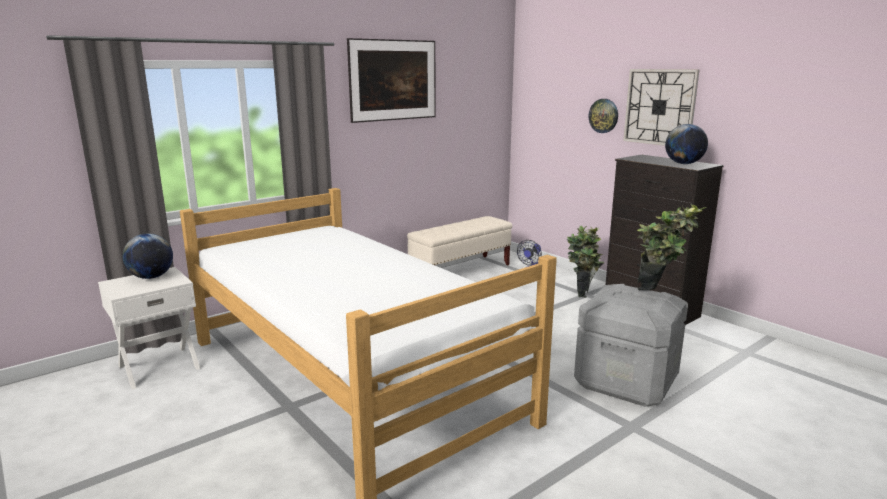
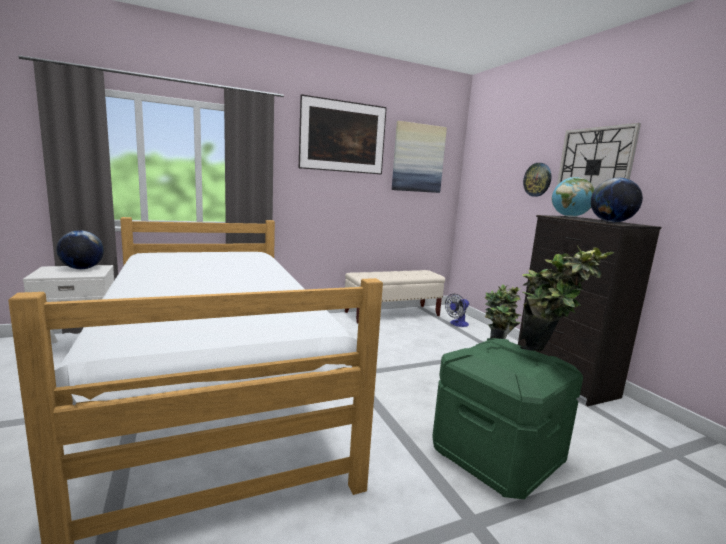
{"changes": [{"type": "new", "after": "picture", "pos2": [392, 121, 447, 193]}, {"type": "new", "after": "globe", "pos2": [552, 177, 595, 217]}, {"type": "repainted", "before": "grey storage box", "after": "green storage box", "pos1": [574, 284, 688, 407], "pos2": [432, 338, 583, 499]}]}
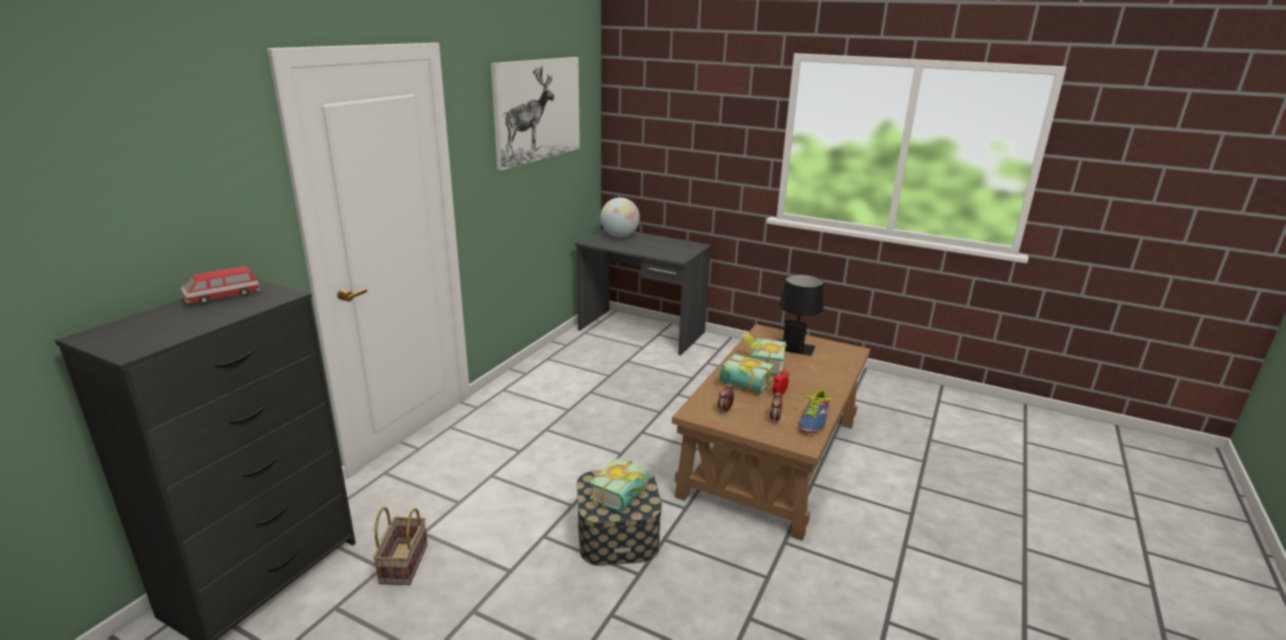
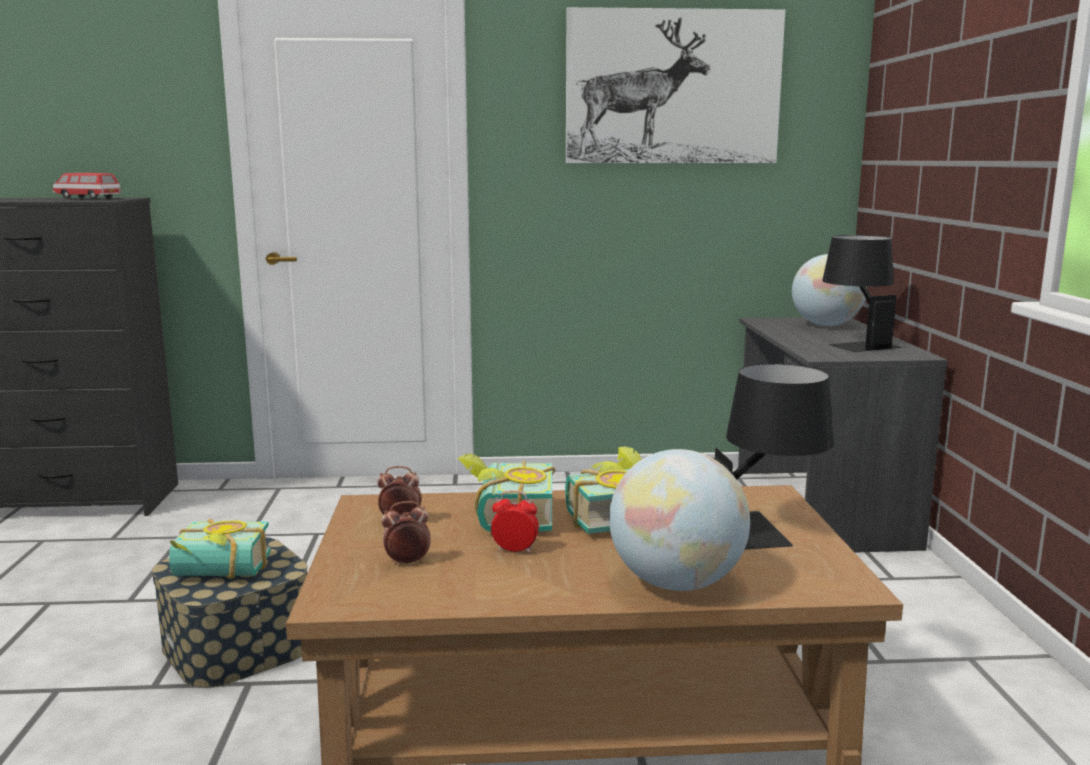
{"changes": [{"type": "gone", "before": "basket", "pos1": [373, 507, 428, 585]}, {"type": "gone", "before": "shoe", "pos1": [798, 388, 833, 433]}, {"type": "new", "after": "globe", "pos2": [609, 449, 750, 591]}, {"type": "new", "after": "black table lamp", "pos2": [822, 235, 901, 352]}]}
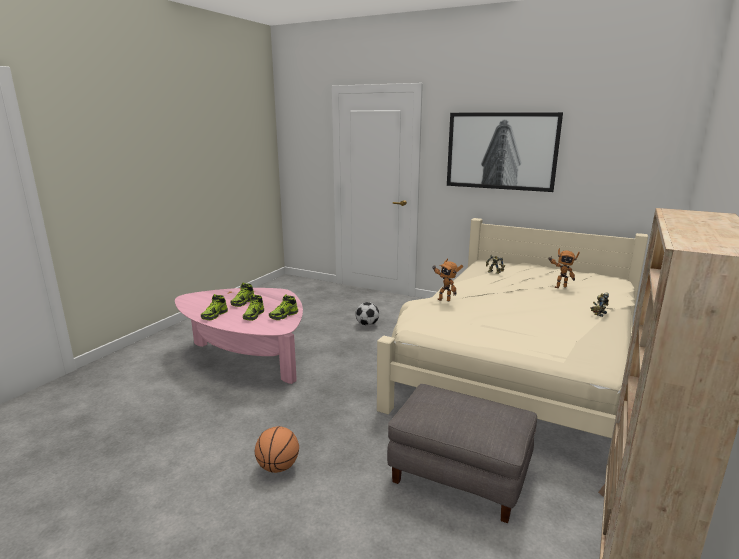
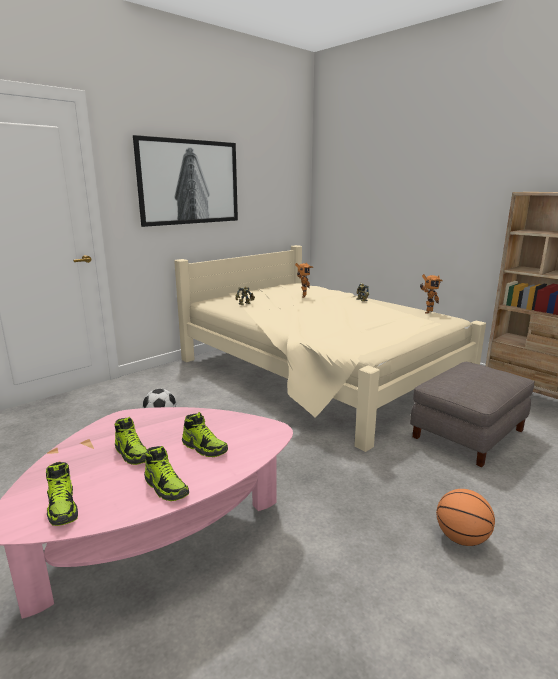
{"changes": [{"type": "shifted", "before": "shoe", "pos1": [269, 294, 298, 320], "pos2": [46, 462, 78, 526]}, {"type": "shifted", "before": "toy robot", "pos1": [432, 258, 463, 302], "pos2": [420, 274, 443, 314]}]}
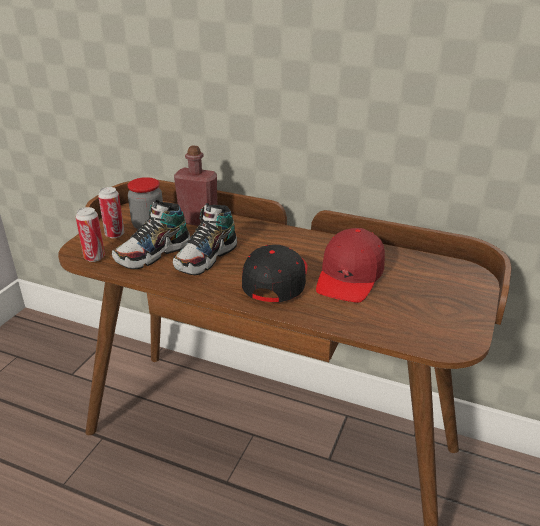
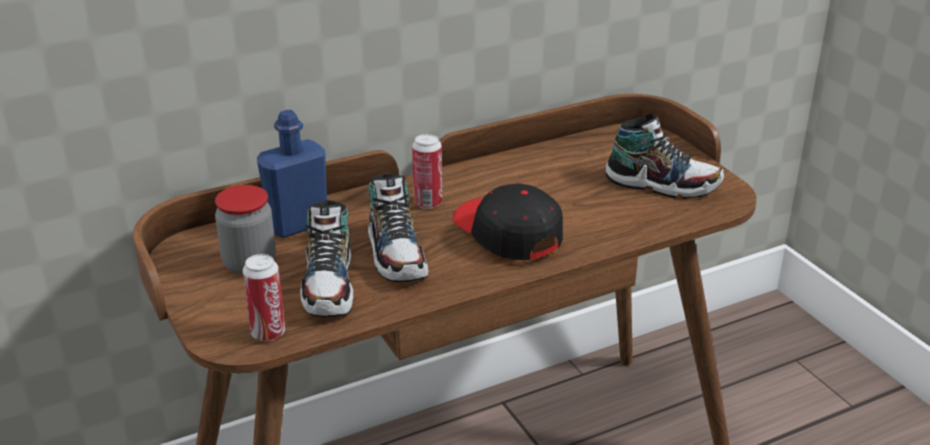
{"changes": [{"type": "gone", "before": "red cap", "pos1": [316, 228, 385, 303]}, {"type": "new", "after": "shoe", "pos2": [606, 113, 724, 199]}, {"type": "shifted", "before": "can", "pos1": [98, 187, 125, 238], "pos2": [412, 134, 442, 209]}, {"type": "repainted", "before": "red bottle", "after": "blue bottle", "pos1": [174, 145, 218, 226], "pos2": [257, 110, 327, 238]}]}
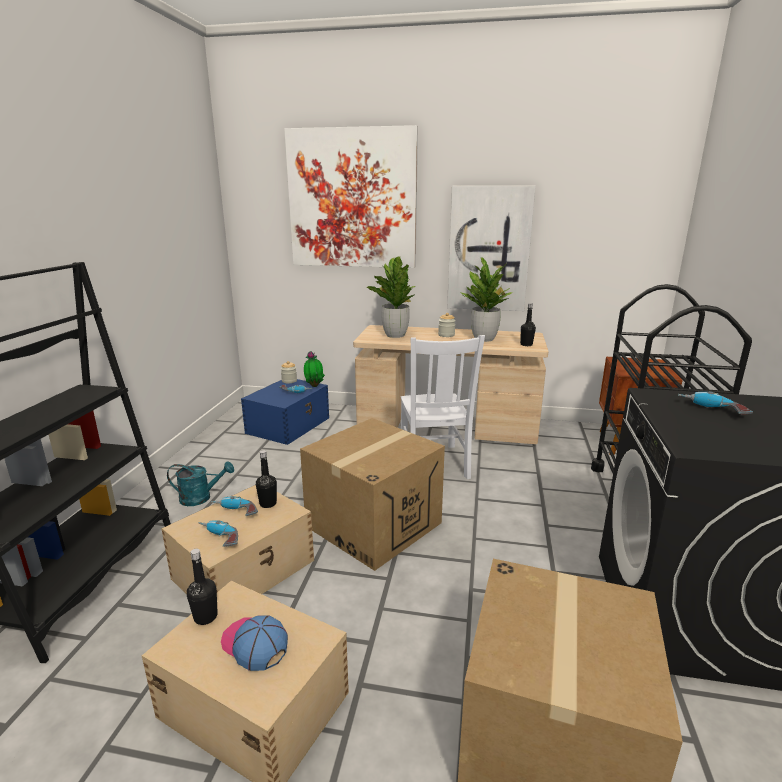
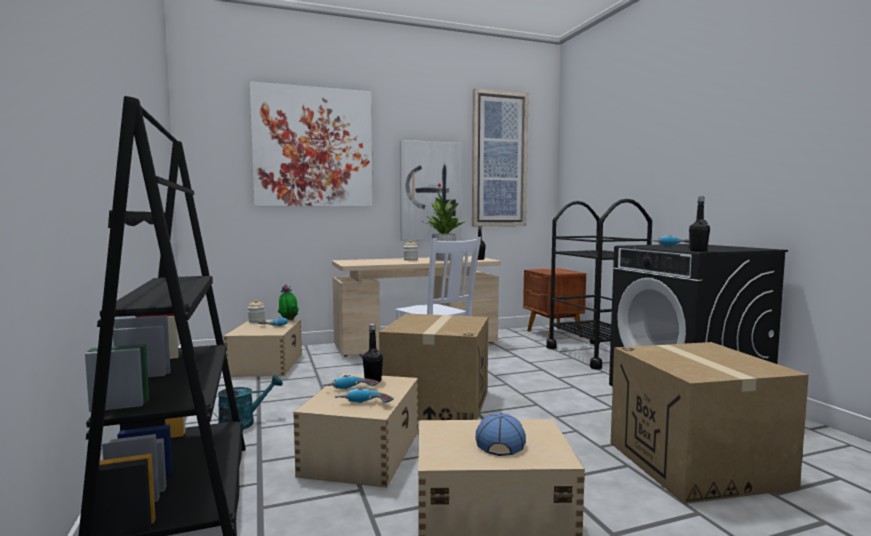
{"changes": [{"type": "gone", "before": "potted plant", "pos1": [367, 257, 415, 338]}, {"type": "new", "after": "picture", "pos2": [472, 88, 529, 226]}, {"type": "shifted", "before": "black bottle", "pos1": [187, 549, 218, 625], "pos2": [689, 197, 710, 252]}, {"type": "repainted", "before": "blue storage box", "after": "beige storage box", "pos1": [241, 379, 329, 445], "pos2": [223, 319, 302, 377]}, {"type": "rotated", "before": "cap", "pos1": [221, 615, 288, 671], "pos2": [476, 413, 526, 456], "turn": 90}]}
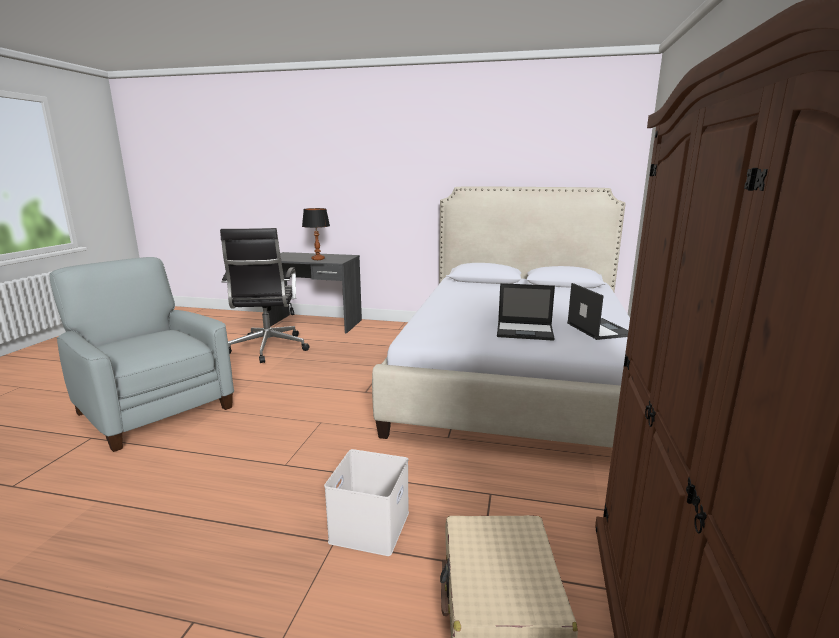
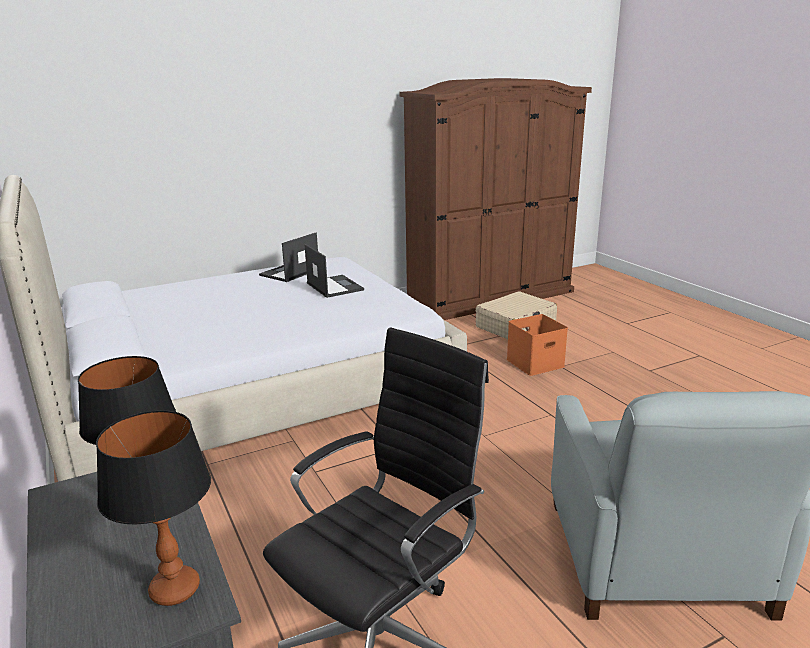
{"changes": [{"type": "new", "after": "table lamp", "pos2": [96, 410, 211, 606]}, {"type": "repainted", "before": "white storage box", "after": "orange storage box", "pos1": [324, 449, 409, 556], "pos2": [507, 314, 568, 376]}]}
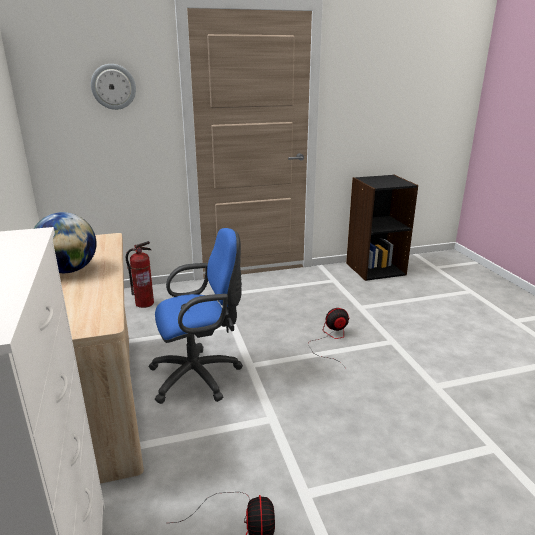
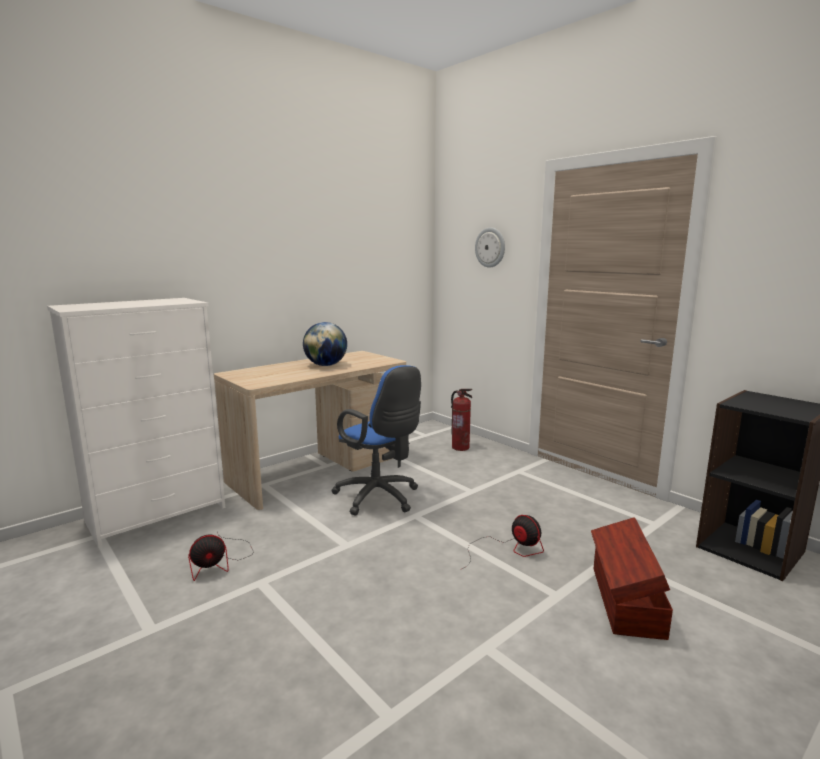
{"changes": [{"type": "new", "after": "brown storage box", "pos2": [591, 517, 673, 640]}]}
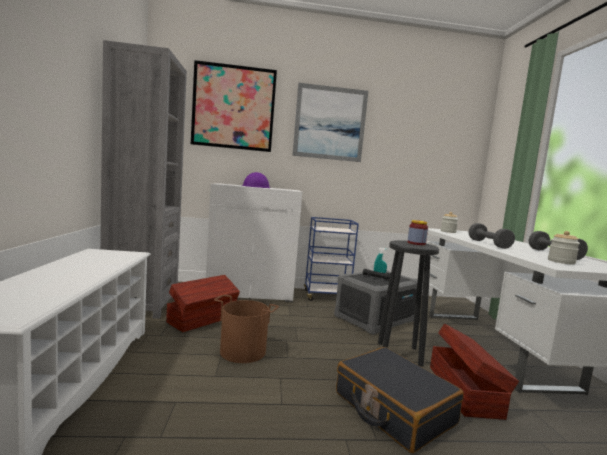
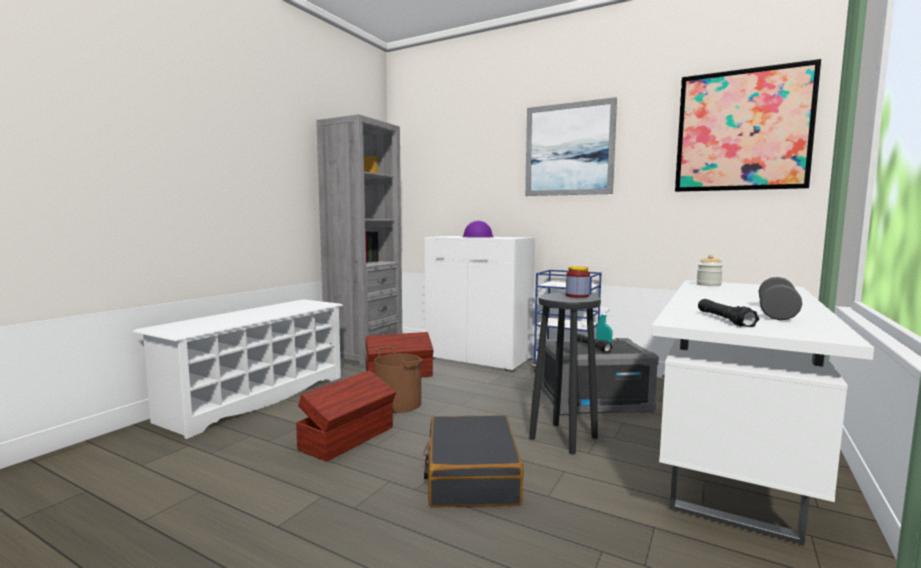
{"changes": [{"type": "gone", "before": "grey dumbbell", "pos1": [469, 223, 515, 249]}, {"type": "shifted", "before": "picture", "pos1": [191, 60, 277, 152], "pos2": [675, 59, 821, 192]}, {"type": "shifted", "before": "brown storage box", "pos1": [430, 323, 519, 420], "pos2": [296, 370, 396, 462]}, {"type": "swapped", "before": "jar", "after": "black flashlight", "pos1": [548, 231, 580, 265], "pos2": [698, 299, 759, 327]}]}
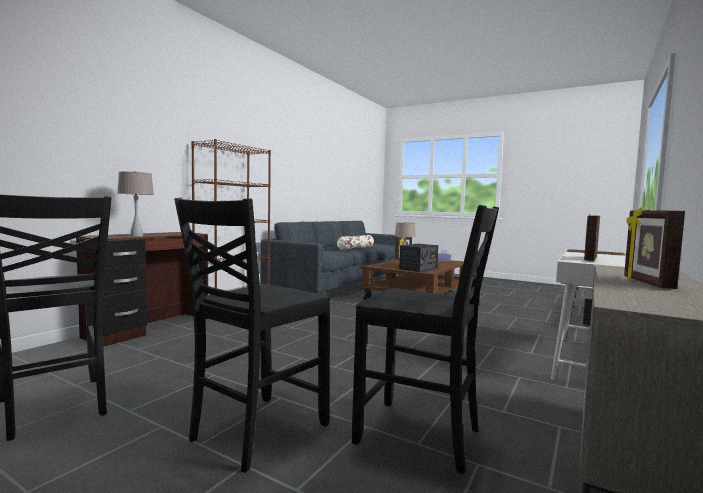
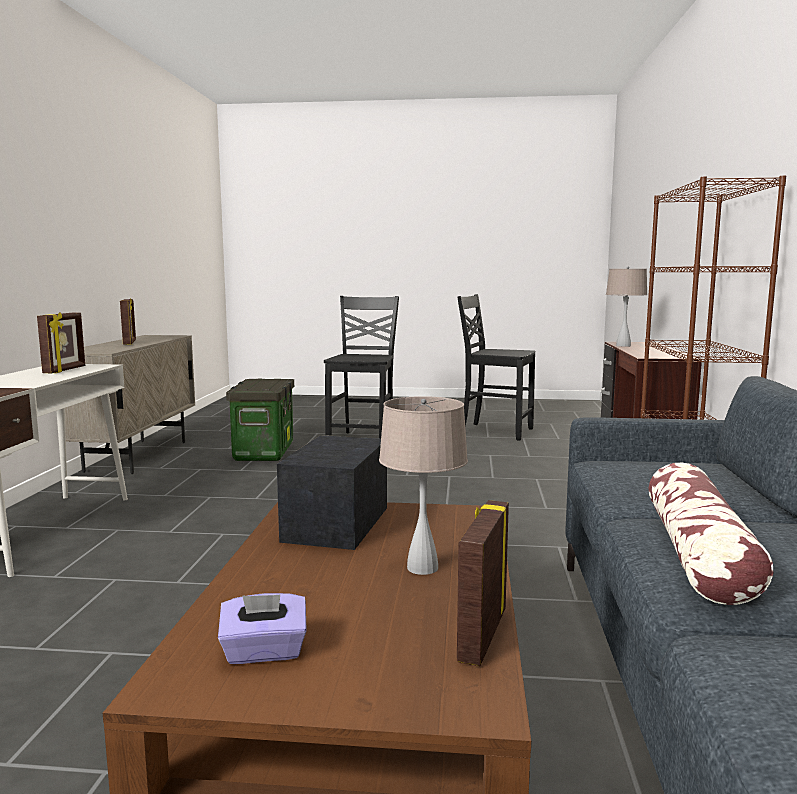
{"changes": [{"type": "swapped", "before": "black chair", "after": "storage box", "pos1": [352, 205, 499, 474], "pos2": [226, 379, 294, 461]}]}
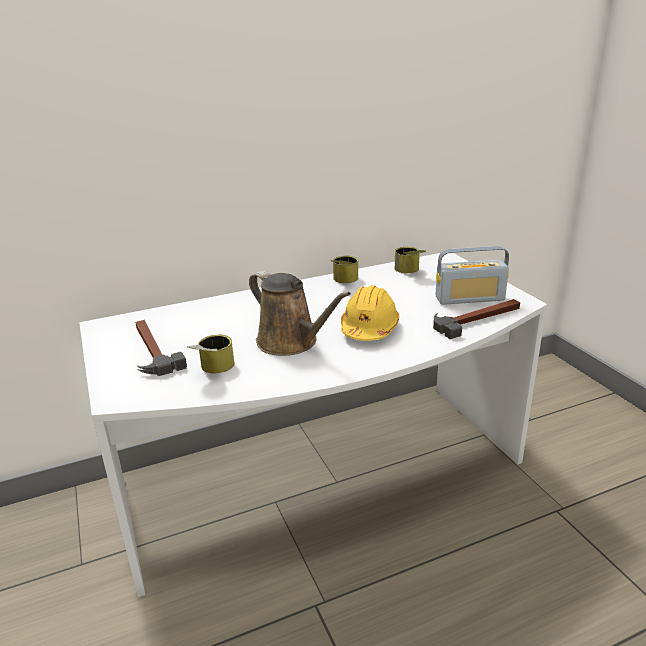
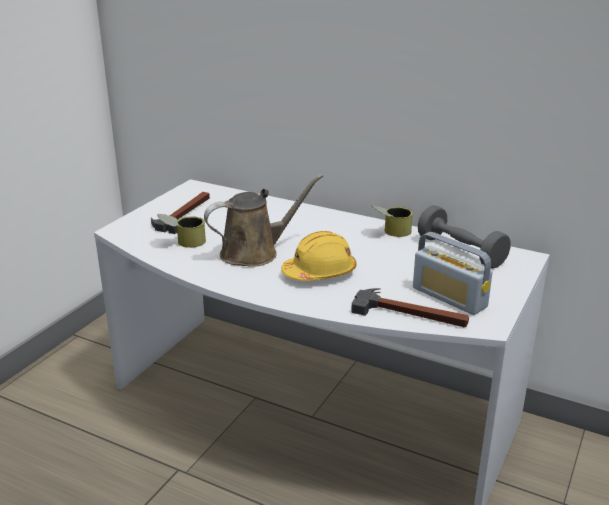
{"changes": [{"type": "swapped", "before": "can", "after": "grey dumbbell", "pos1": [394, 247, 426, 273], "pos2": [418, 205, 511, 269]}, {"type": "rotated", "before": "brown watering can", "pos1": [249, 271, 351, 356], "pos2": [204, 174, 323, 267], "turn": -120}]}
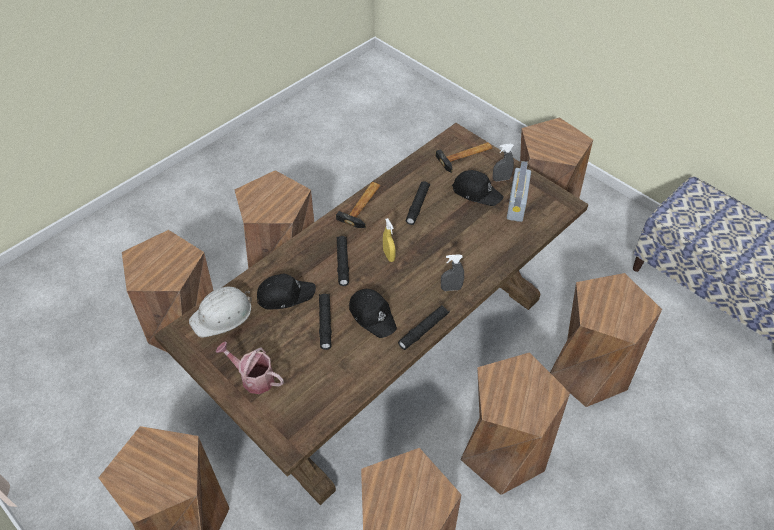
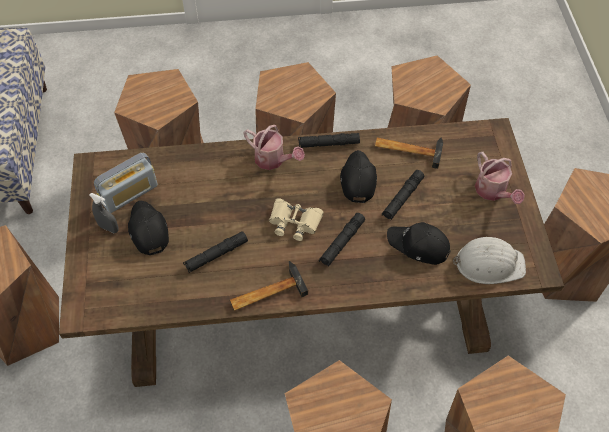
{"changes": [{"type": "shifted", "before": "hammer", "pos1": [435, 142, 492, 173], "pos2": [375, 137, 443, 169]}, {"type": "swapped", "before": "yellow spray bottle", "after": "beige binoculars", "pos1": [383, 218, 396, 262], "pos2": [269, 198, 324, 241]}, {"type": "swapped", "before": "grey spray bottle", "after": "watering can", "pos1": [441, 254, 464, 291], "pos2": [243, 125, 305, 170]}]}
